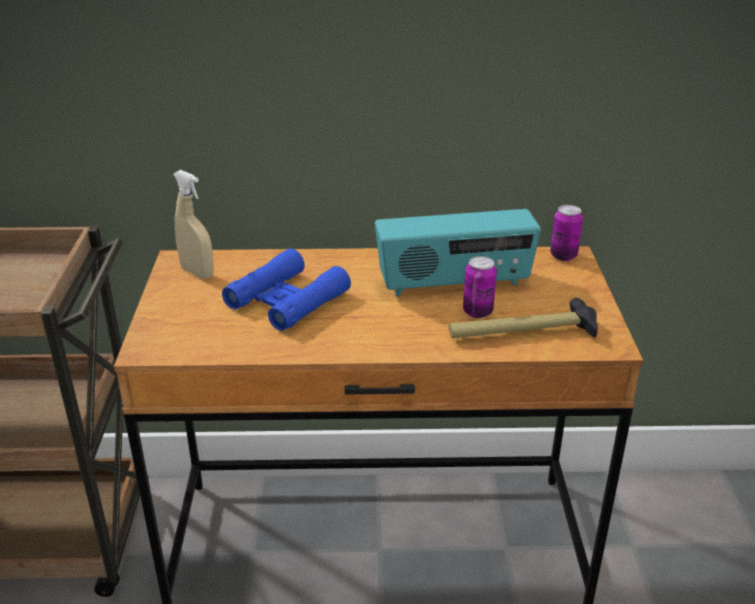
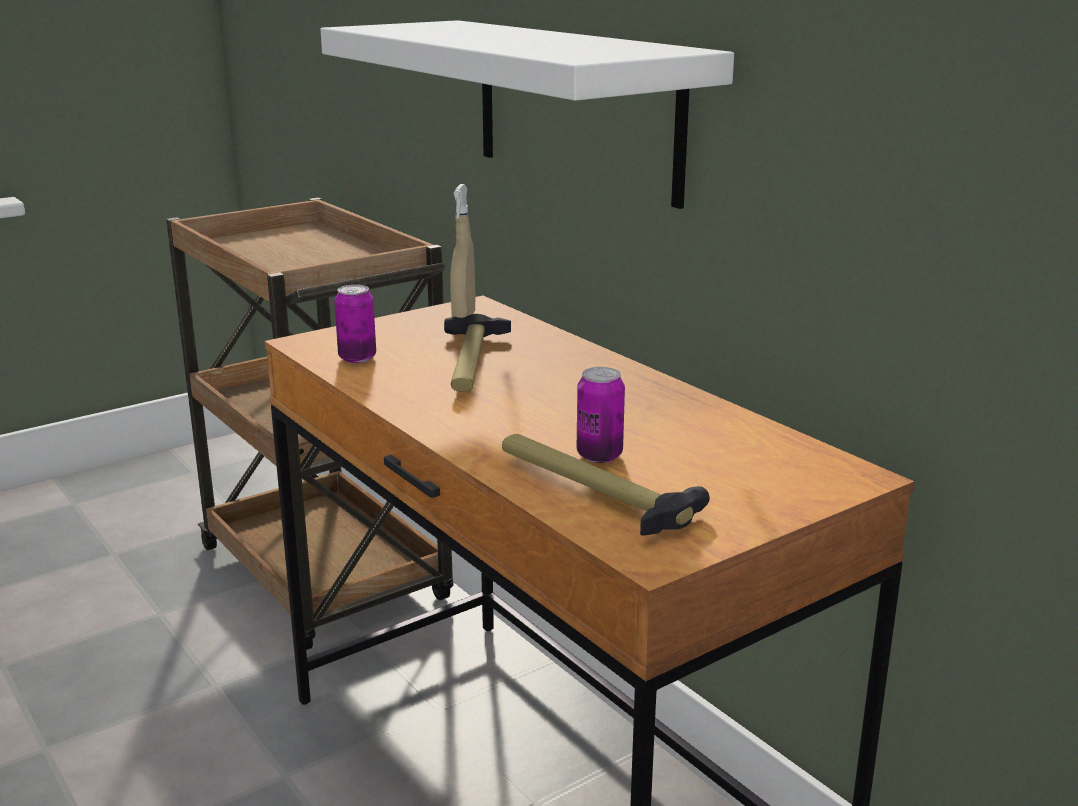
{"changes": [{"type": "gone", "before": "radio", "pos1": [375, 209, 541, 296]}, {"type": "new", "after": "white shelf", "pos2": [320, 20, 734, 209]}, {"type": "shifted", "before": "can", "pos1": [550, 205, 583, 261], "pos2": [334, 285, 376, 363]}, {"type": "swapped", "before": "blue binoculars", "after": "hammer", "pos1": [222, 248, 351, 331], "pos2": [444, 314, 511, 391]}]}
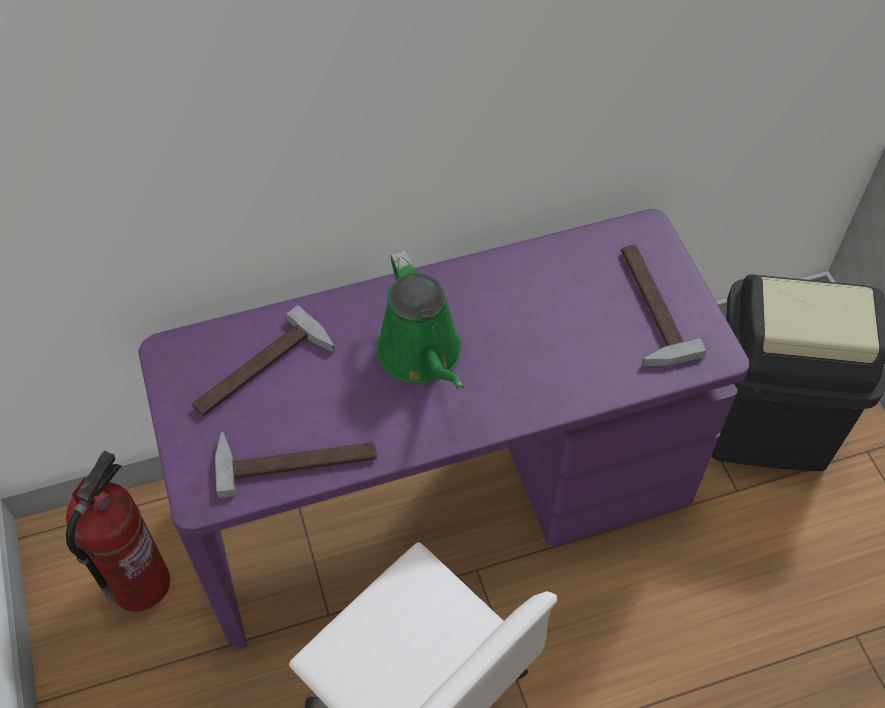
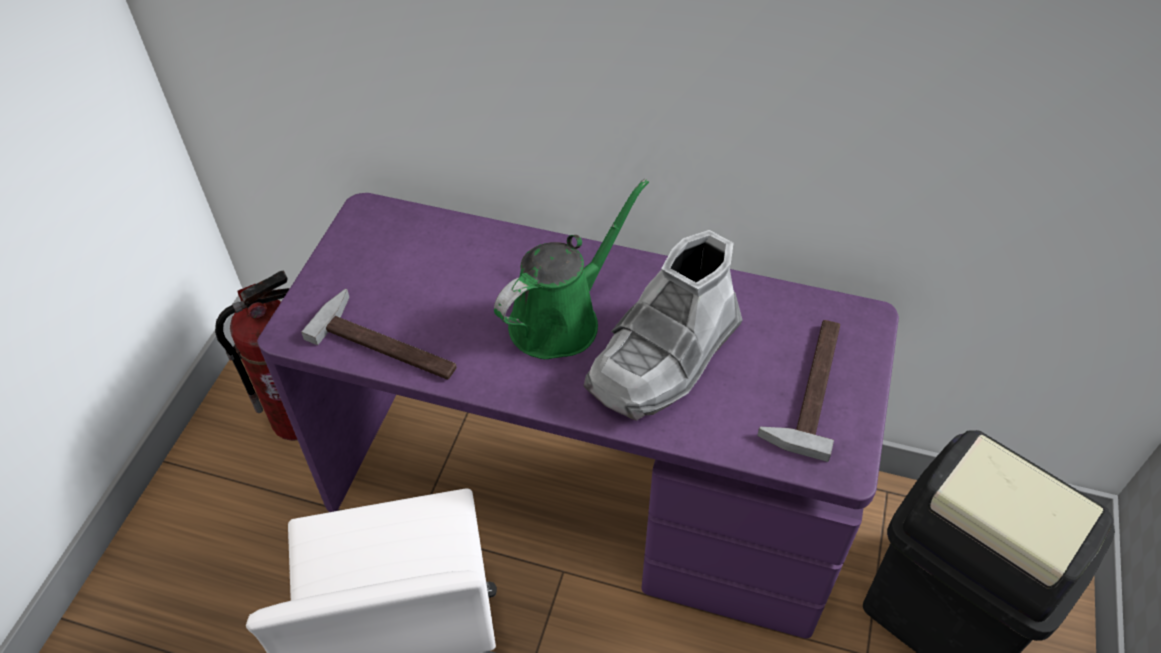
{"changes": [{"type": "gone", "before": "hammer", "pos1": [192, 305, 335, 416]}, {"type": "new", "after": "grey boot", "pos2": [583, 230, 743, 421]}, {"type": "rotated", "before": "green watering can", "pos1": [377, 251, 463, 389], "pos2": [494, 179, 649, 359], "turn": -150}]}
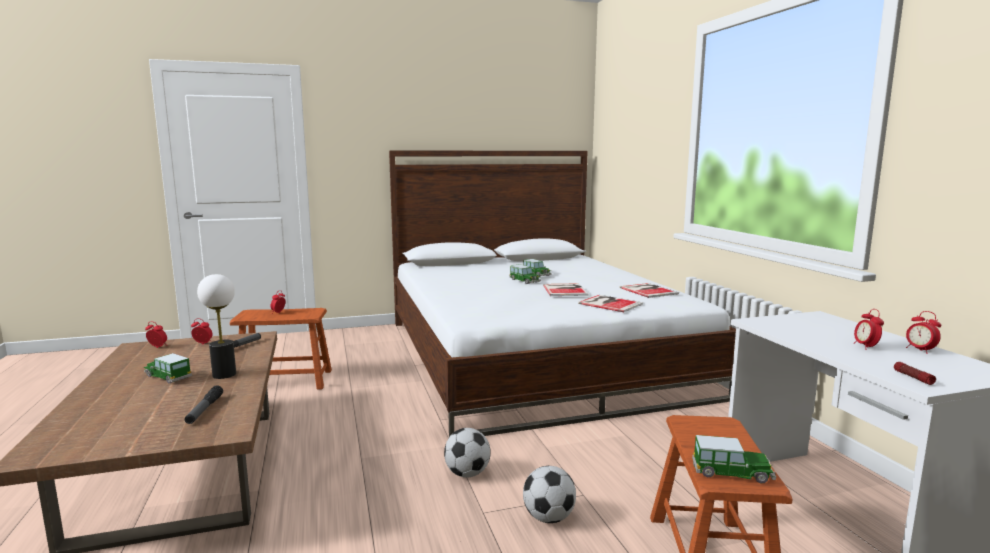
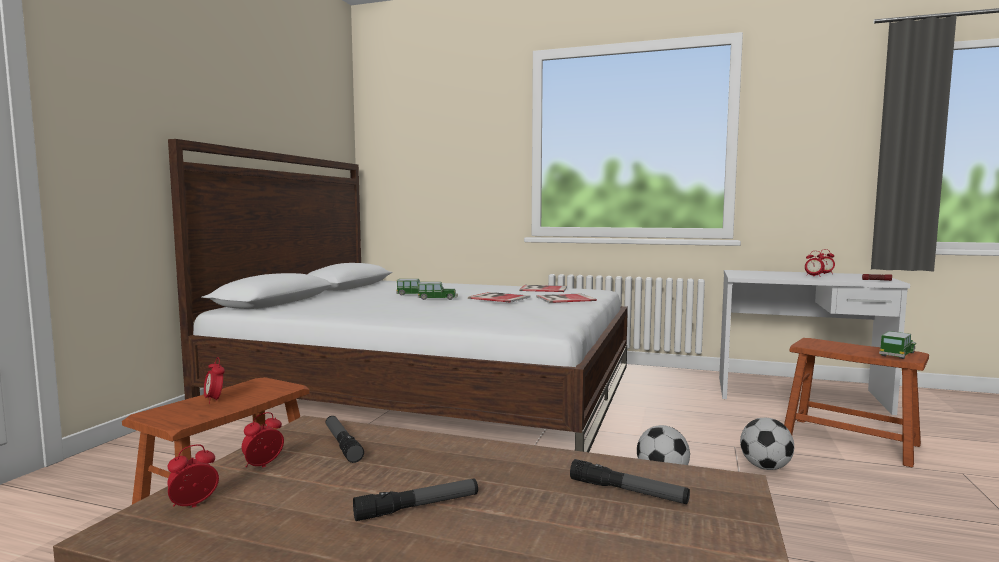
{"changes": [{"type": "gone", "before": "table lamp", "pos1": [197, 274, 236, 379]}, {"type": "swapped", "before": "toy car", "after": "flashlight", "pos1": [144, 353, 192, 383], "pos2": [353, 478, 478, 521]}]}
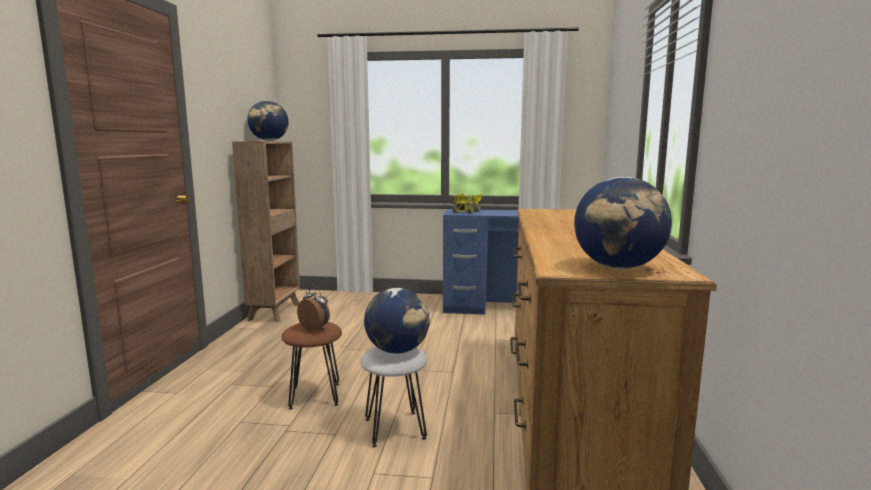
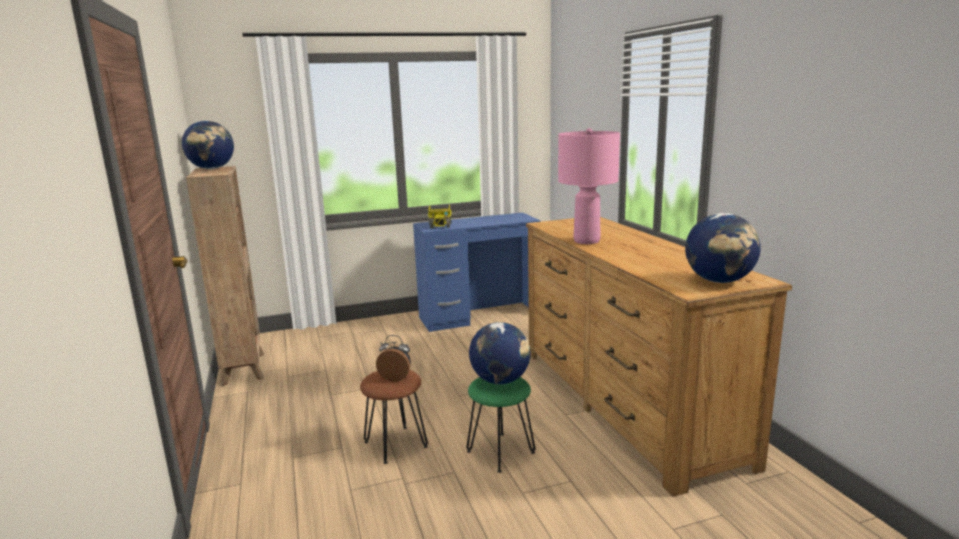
{"changes": [{"type": "new", "after": "pink table lamp", "pos2": [558, 128, 620, 244]}, {"type": "repainted", "before": "white stool", "after": "green stool", "pos1": [360, 347, 427, 448], "pos2": [467, 377, 535, 473]}]}
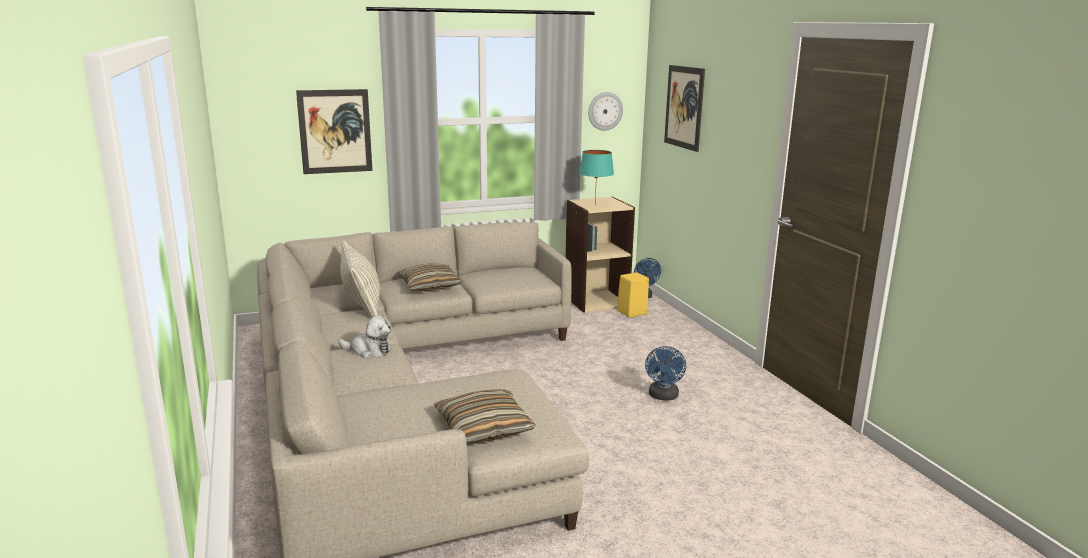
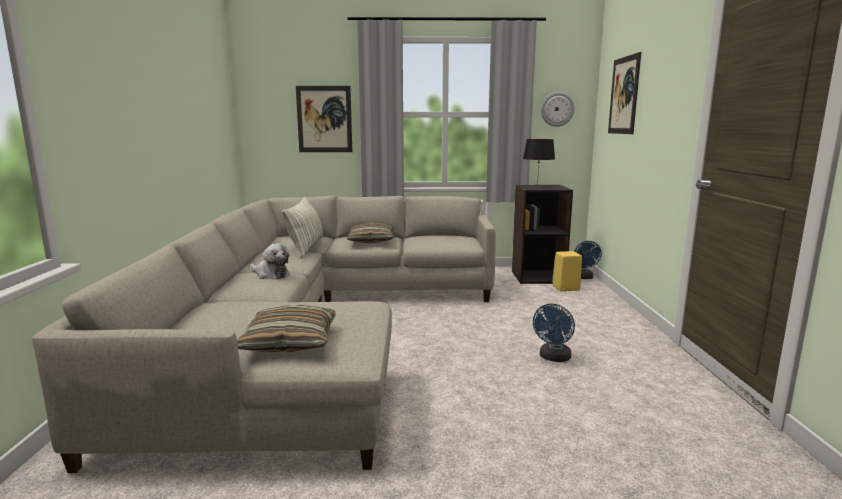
{"changes": [{"type": "repainted", "before": "beige bookcase", "after": "black bookcase", "pos1": [565, 197, 635, 313], "pos2": [512, 185, 573, 284]}, {"type": "repainted", "before": "turquoise table lamp", "after": "black table lamp", "pos1": [579, 150, 614, 205], "pos2": [523, 139, 555, 188]}]}
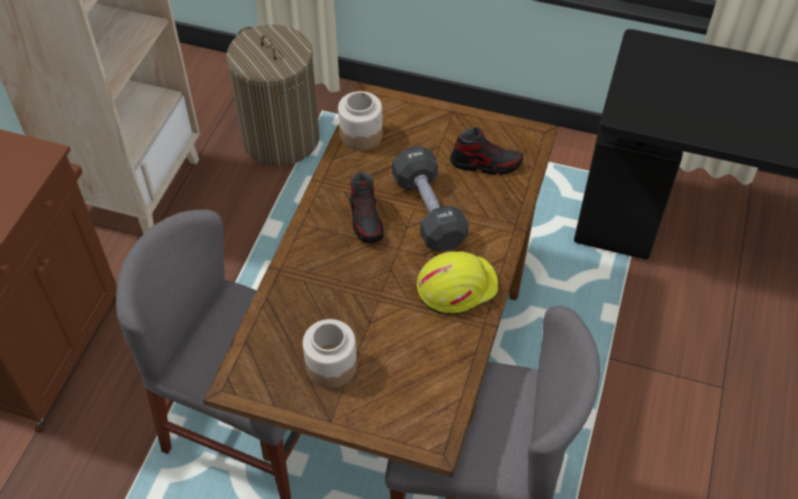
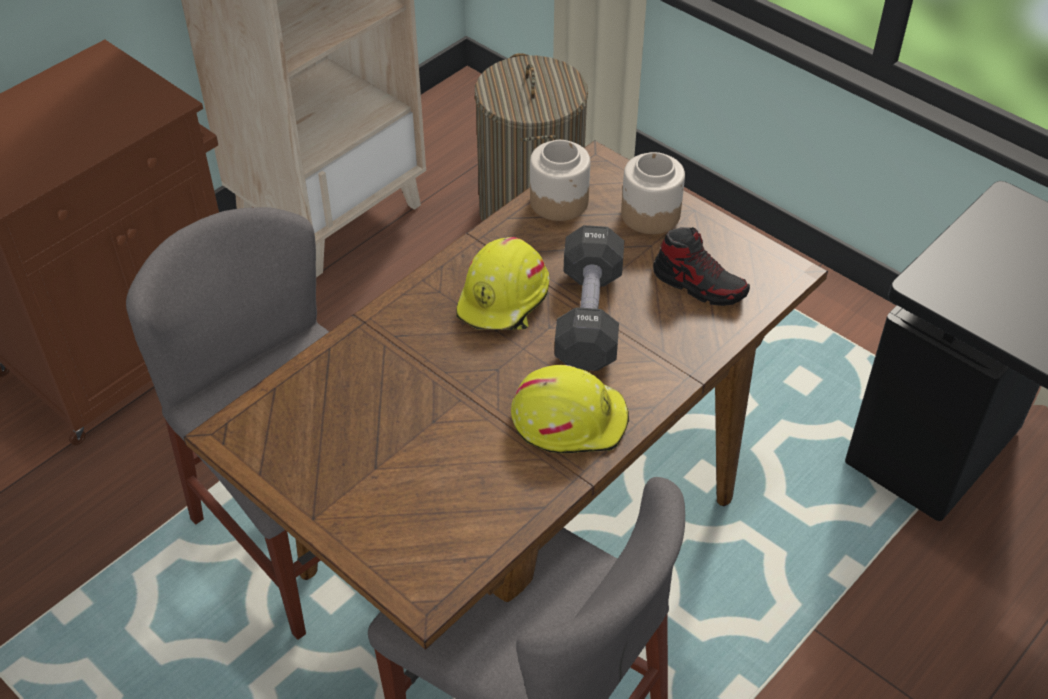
{"changes": [{"type": "shifted", "before": "jar", "pos1": [303, 319, 357, 388], "pos2": [621, 152, 685, 234]}, {"type": "swapped", "before": "shoe", "after": "yellow hard hat", "pos1": [350, 172, 384, 243], "pos2": [456, 237, 550, 330]}]}
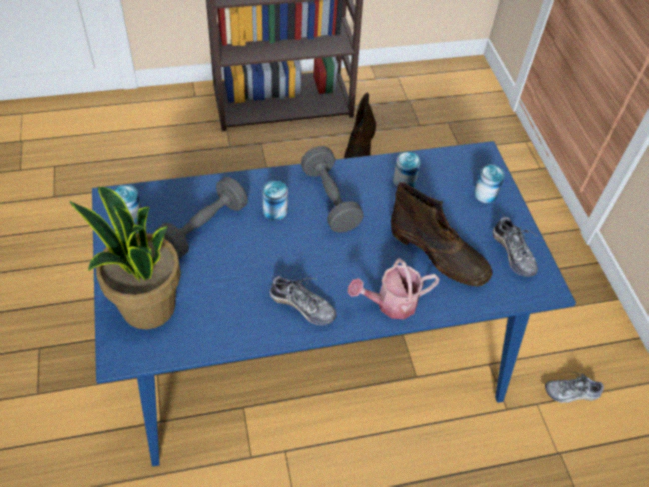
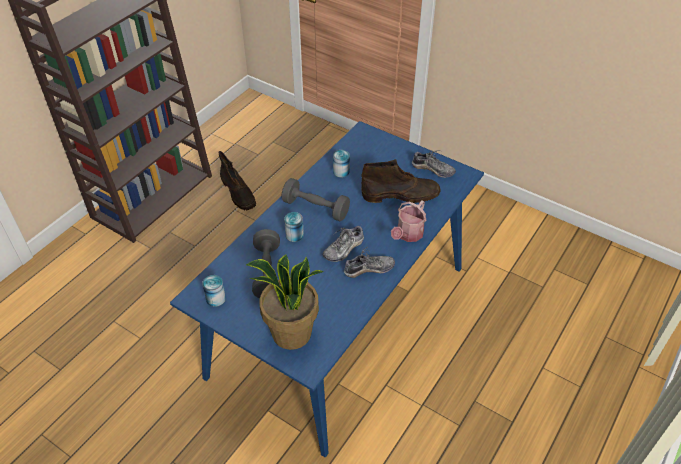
{"changes": [{"type": "gone", "before": "can", "pos1": [474, 164, 505, 203]}, {"type": "shifted", "before": "shoe", "pos1": [545, 372, 604, 403], "pos2": [322, 226, 364, 262]}]}
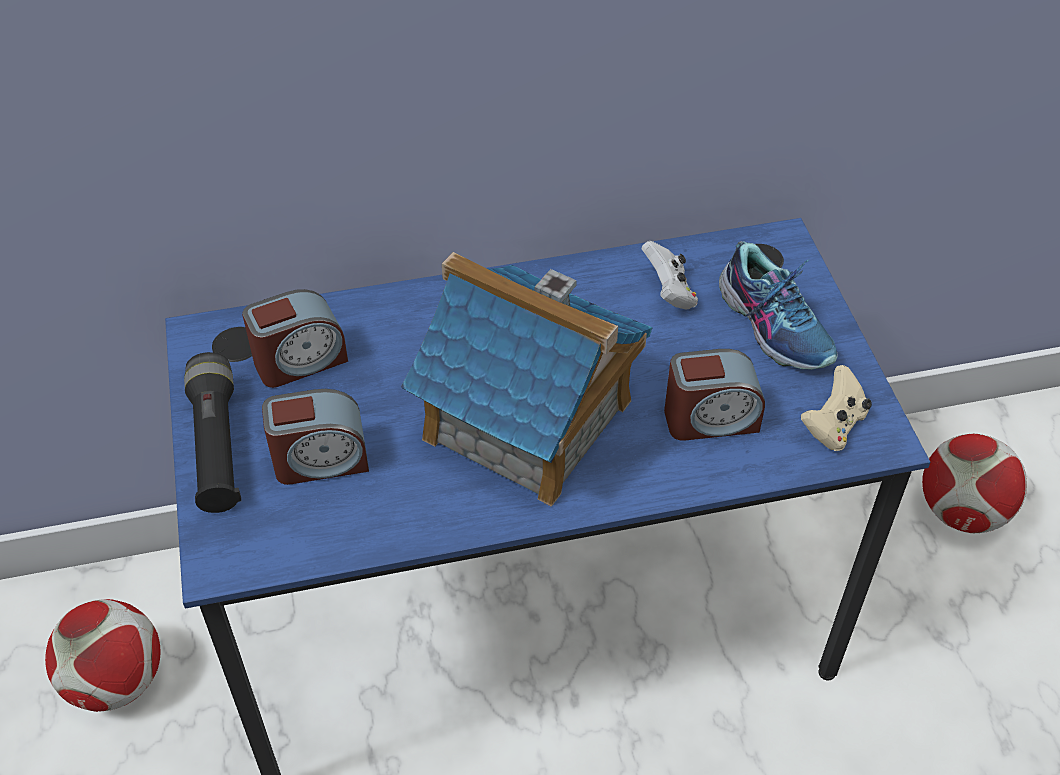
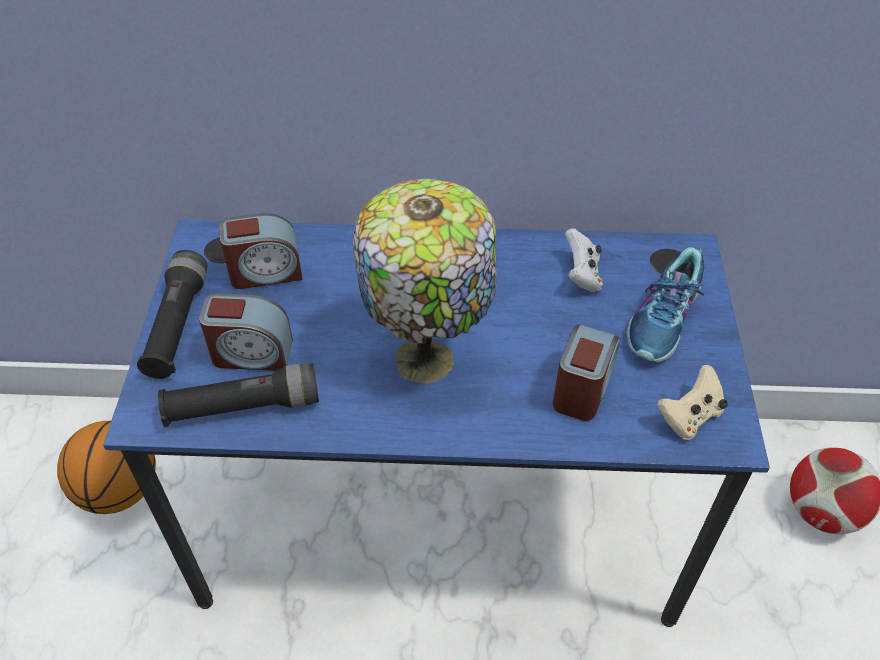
{"changes": [{"type": "new", "after": "black flashlight", "pos2": [158, 363, 319, 427]}, {"type": "swapped", "before": "football", "after": "basketball", "pos1": [45, 599, 160, 712], "pos2": [57, 421, 156, 514]}, {"type": "swapped", "before": "toy house", "after": "table lamp", "pos1": [401, 252, 653, 507], "pos2": [353, 179, 496, 384]}, {"type": "rotated", "before": "alarm clock", "pos1": [664, 349, 765, 441], "pos2": [553, 324, 620, 421], "turn": -75}, {"type": "rotated", "before": "shoe", "pos1": [719, 241, 838, 369], "pos2": [626, 247, 710, 362], "turn": 45}]}
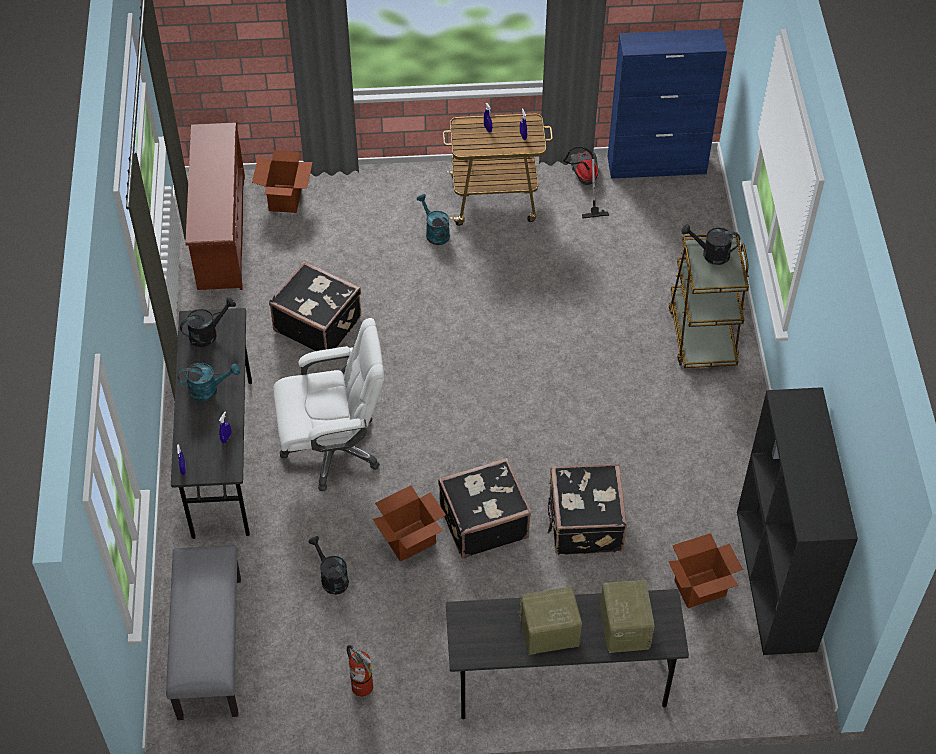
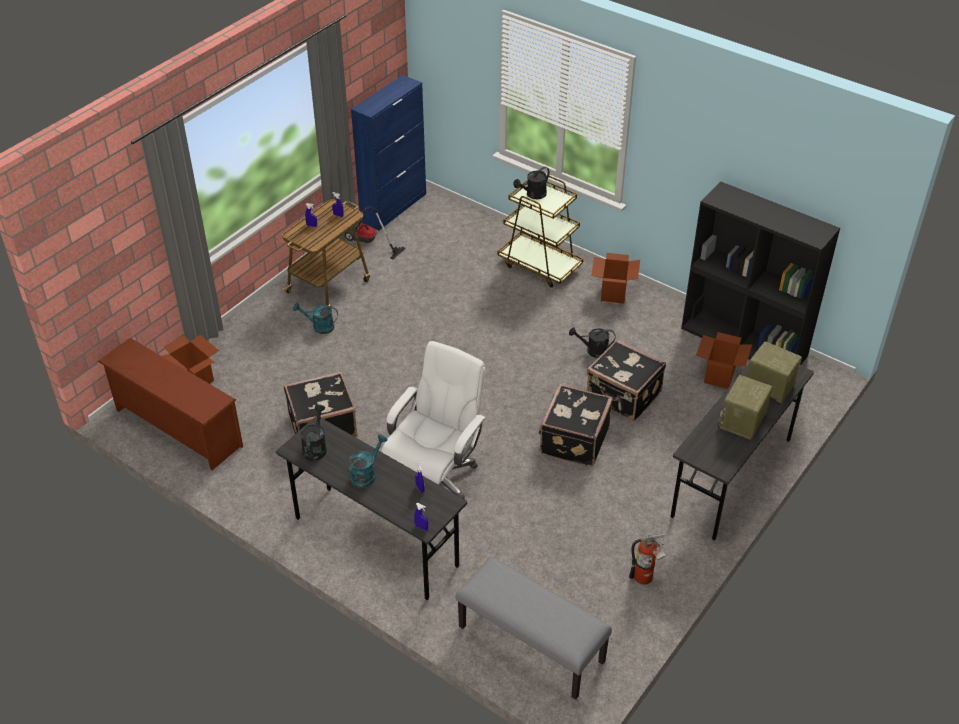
{"changes": [{"type": "shifted", "before": "black watering can", "pos1": [308, 536, 349, 595], "pos2": [569, 327, 615, 358]}, {"type": "shifted", "before": "cardboard box", "pos1": [373, 485, 446, 562], "pos2": [591, 253, 640, 304]}]}
